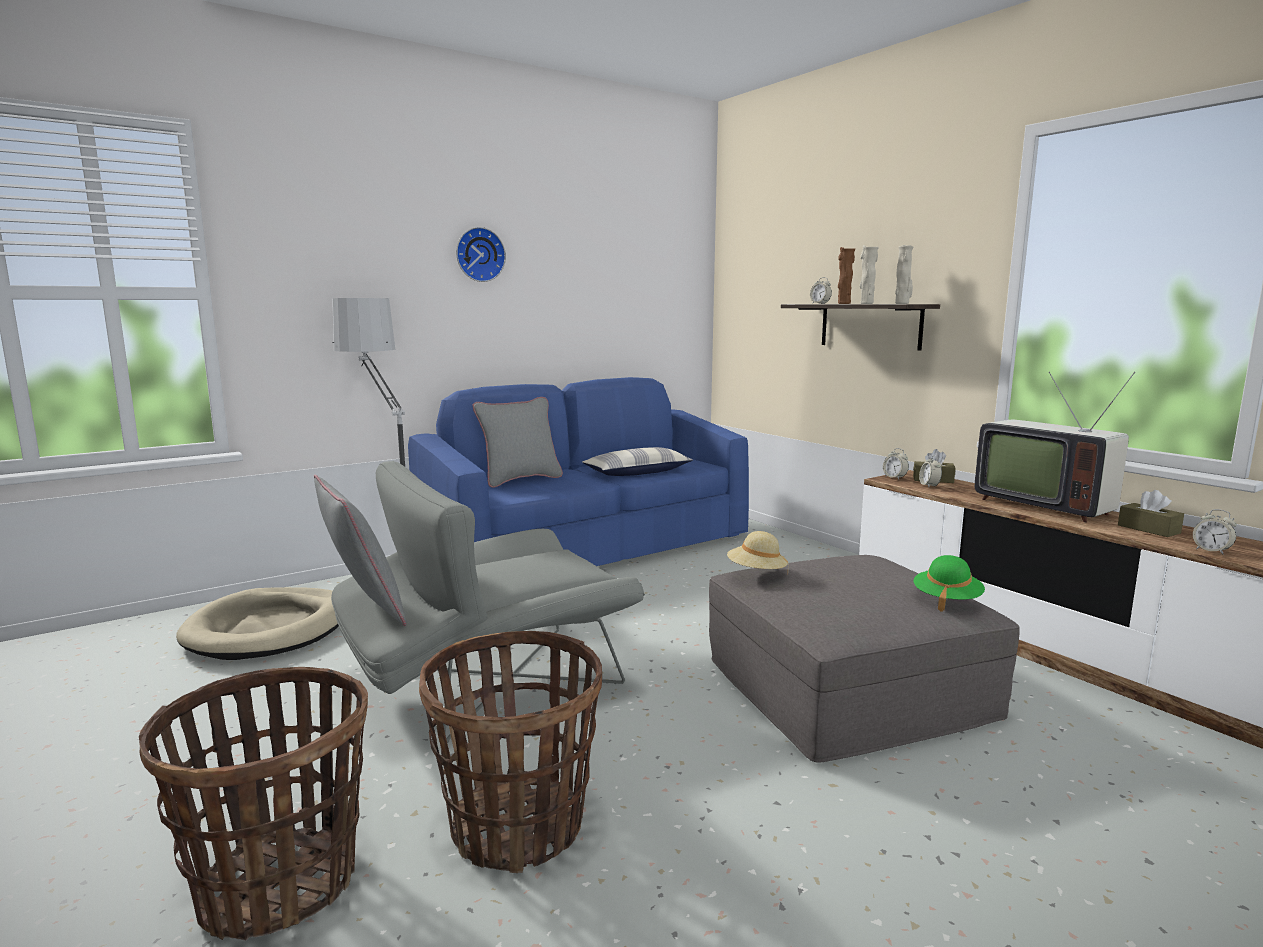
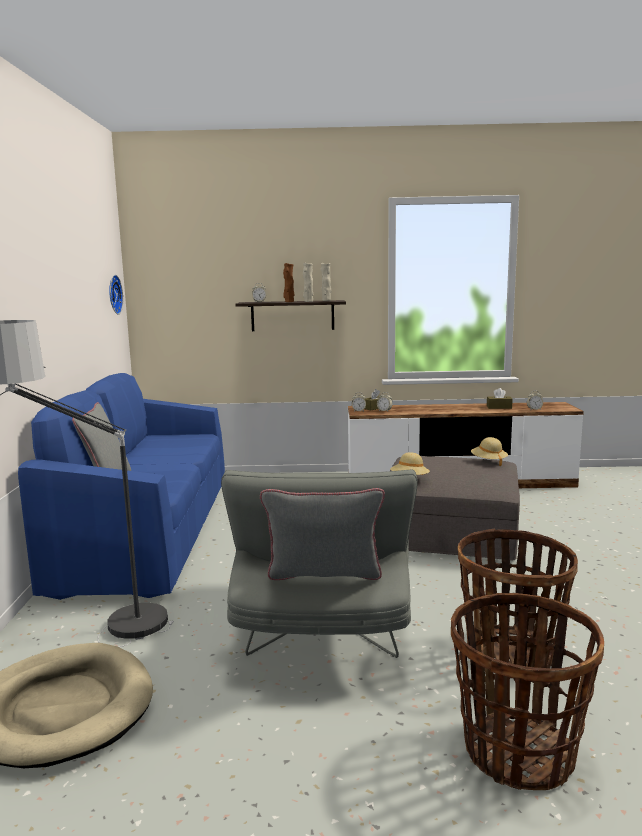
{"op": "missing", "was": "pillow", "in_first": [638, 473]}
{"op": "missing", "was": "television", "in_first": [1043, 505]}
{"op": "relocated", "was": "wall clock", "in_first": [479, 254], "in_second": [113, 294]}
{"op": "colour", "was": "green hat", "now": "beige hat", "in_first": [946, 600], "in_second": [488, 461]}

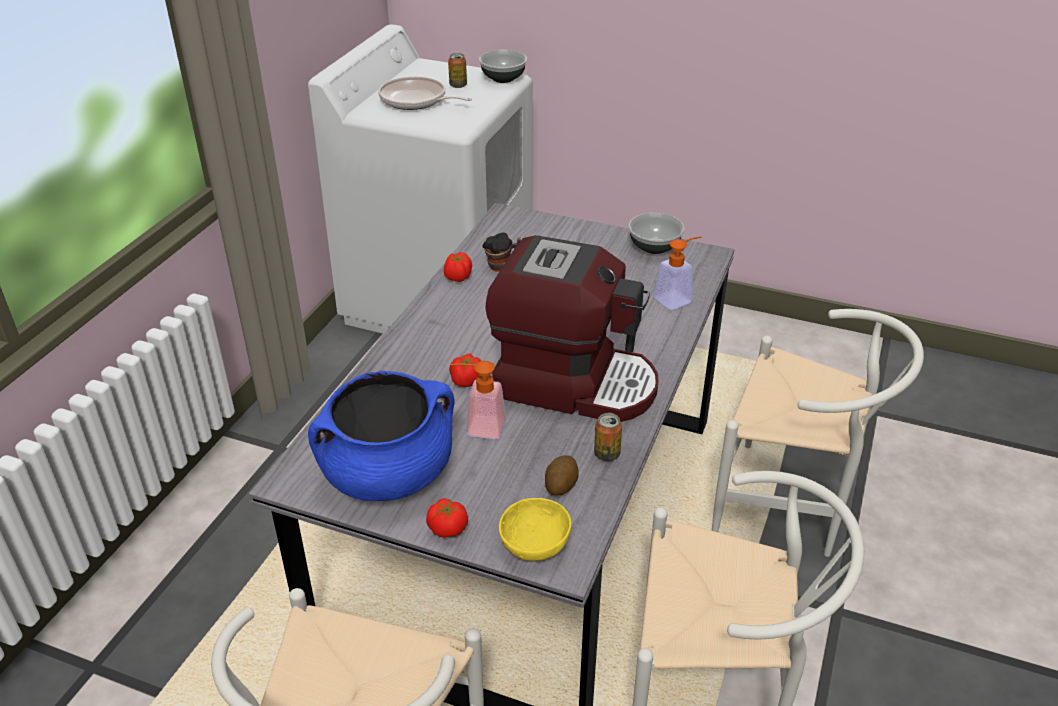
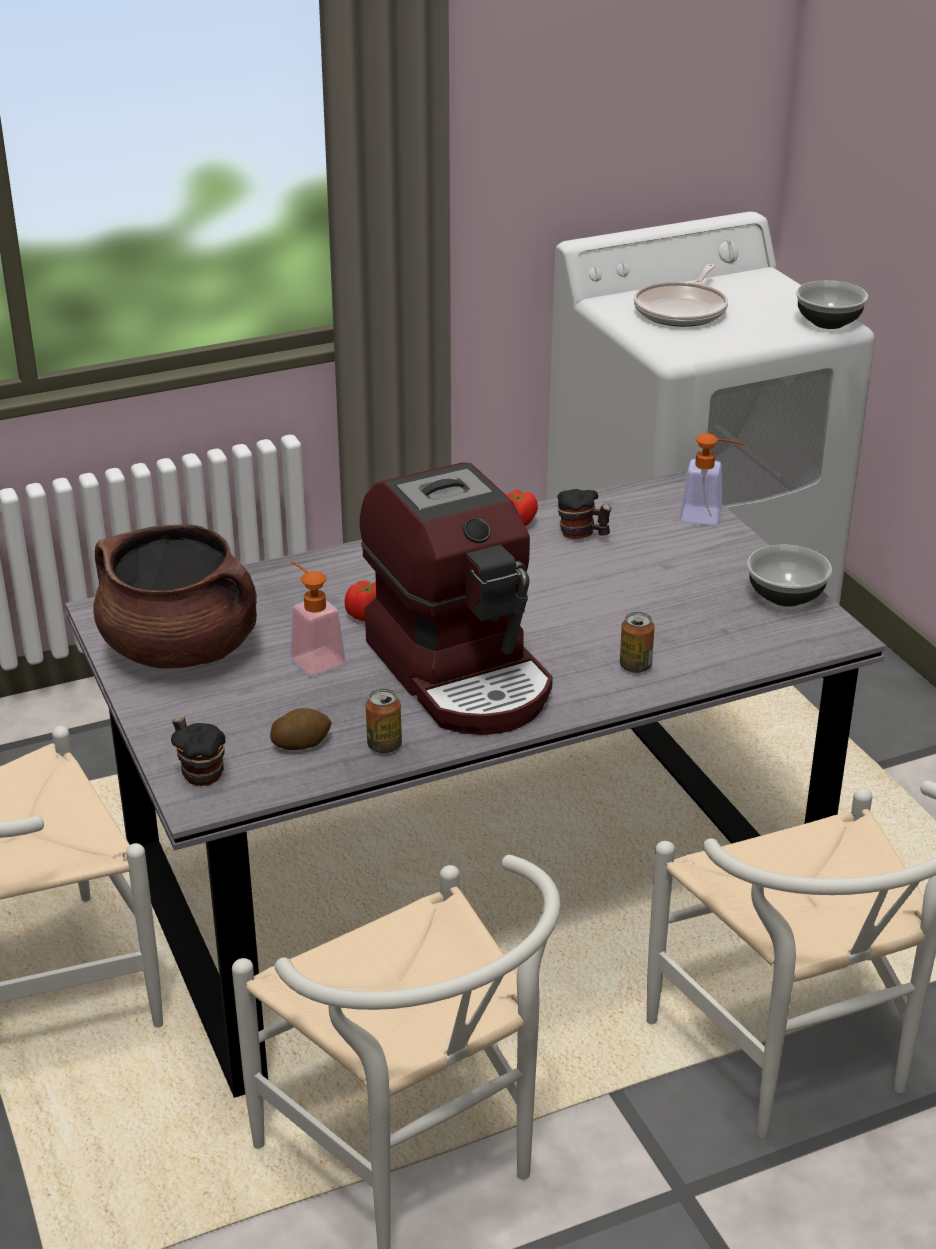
{"op": "missing", "was": "tomato", "in_first": [447, 529]}
{"op": "relocated", "was": "can", "in_first": [458, 85], "in_second": [635, 666]}
{"op": "relocated", "was": "soap dispenser", "in_first": [677, 298], "in_second": [709, 517]}
{"op": "exchanged", "was": "yellow bowl", "now": "mug", "in_first": [533, 545], "in_second": [199, 772]}
{"op": "colour", "was": "blue cooking pot", "now": "brown cooking pot", "in_first": [388, 474], "in_second": [182, 649]}
{"op": "spun", "was": "frying pan", "in_first": [416, 100], "in_second": [682, 310], "clockwise": -135}

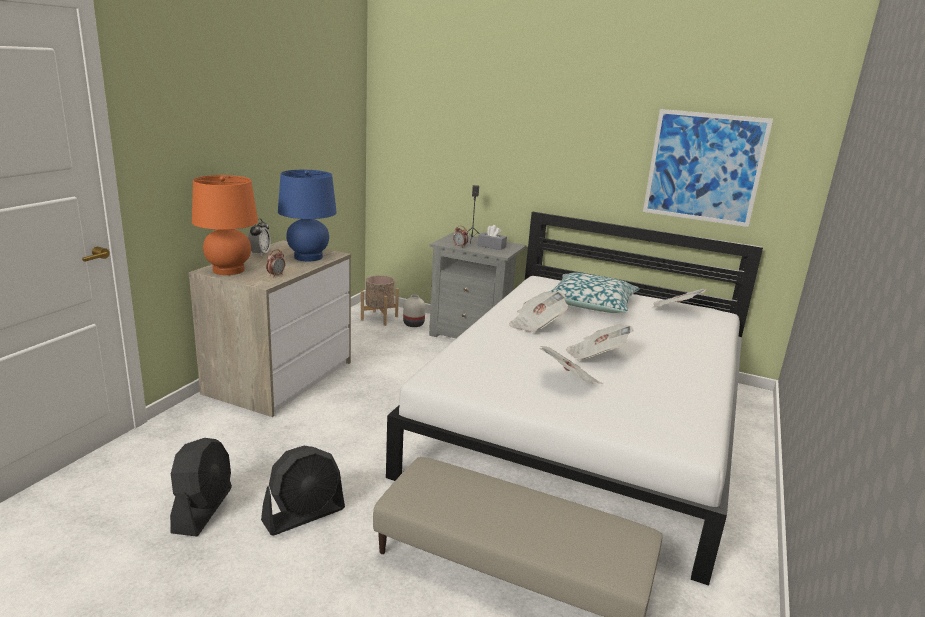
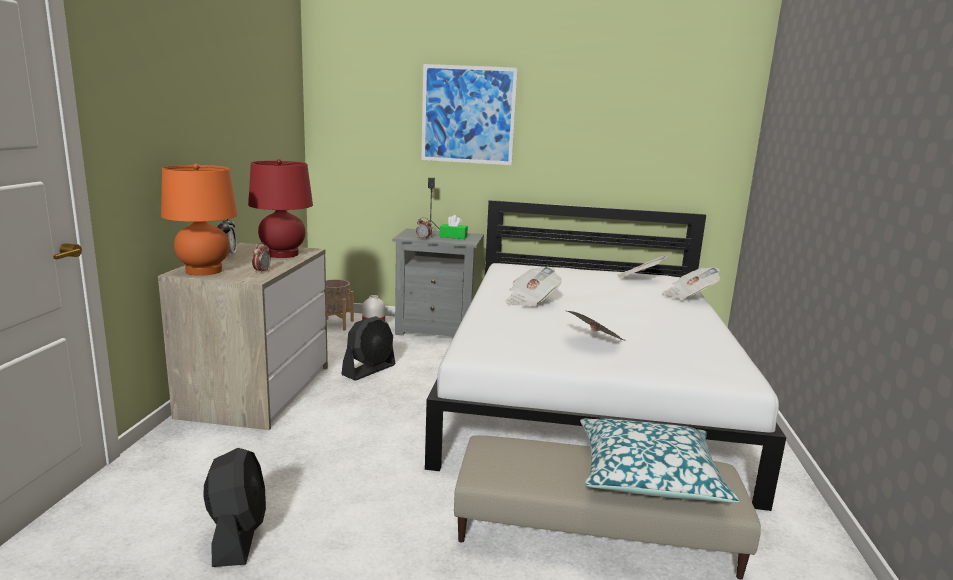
{"op": "relocated", "was": "black fan", "in_first": [304, 515], "in_second": [369, 370]}
{"op": "relocated", "was": "pillow", "in_first": [591, 303], "in_second": [648, 475]}
{"op": "relocated", "was": "newspaper", "in_first": [595, 356], "in_second": [689, 296]}
{"op": "relocated", "was": "picture", "in_first": [704, 167], "in_second": [468, 115]}
{"op": "colour", "was": "blue table lamp", "now": "red table lamp", "in_first": [308, 257], "in_second": [283, 254]}
{"op": "colour", "was": "grey tissue box", "now": "green tissue box", "in_first": [491, 246], "in_second": [453, 237]}

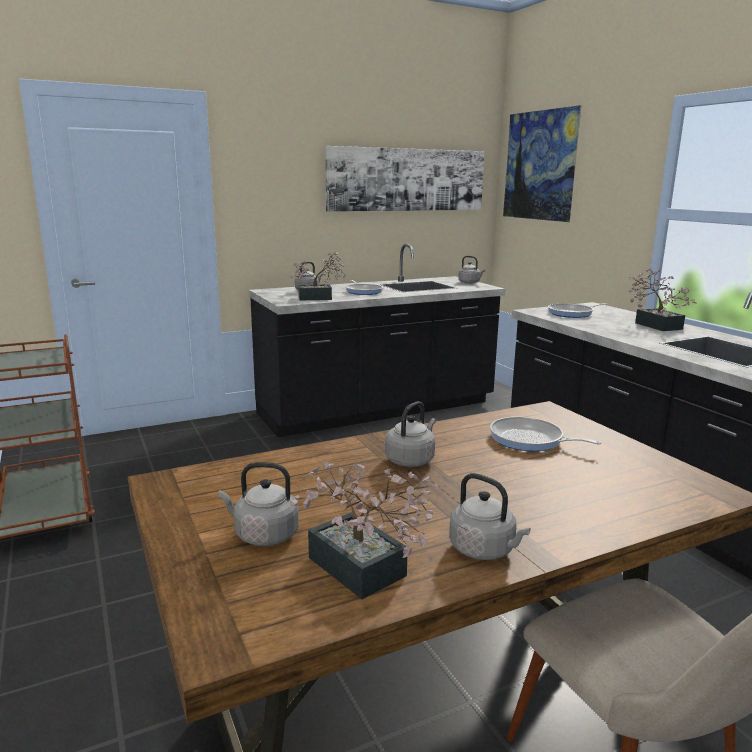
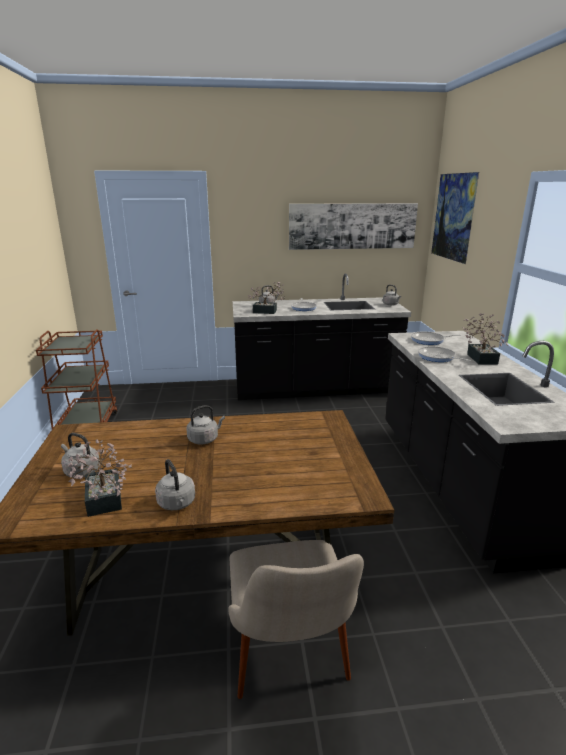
{"op": "relocated", "was": "frying pan", "in_first": [530, 440], "in_second": [438, 357]}

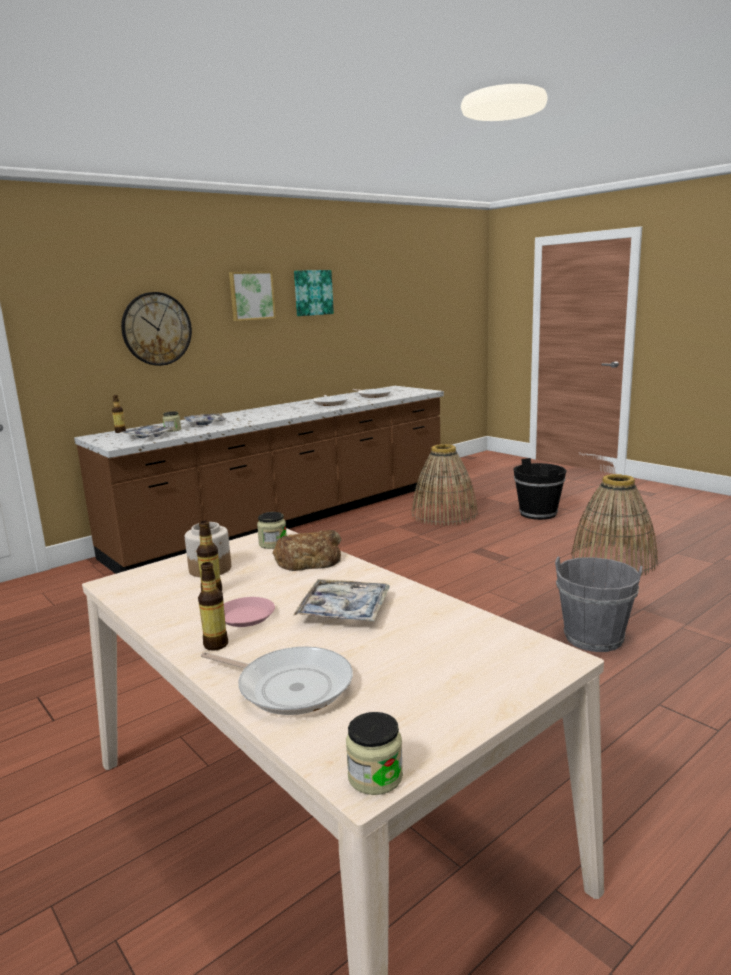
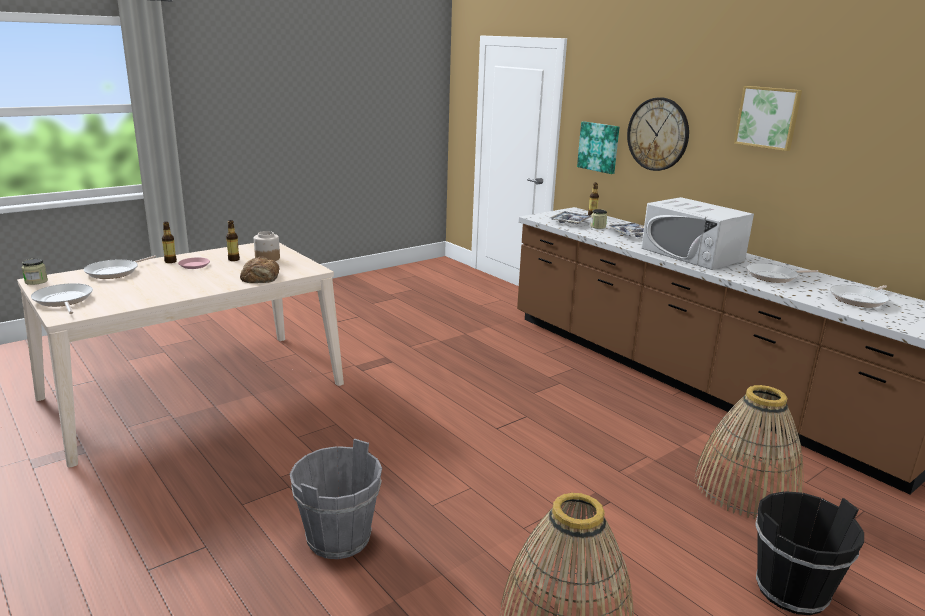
{"op": "missing", "was": "jar", "in_first": [273, 544]}
{"op": "missing", "was": "tray", "in_first": [344, 610]}
{"op": "appeared", "now": "frying pan", "in_second": [63, 300]}
{"op": "appeared", "now": "white microwave", "in_second": [692, 254]}
{"op": "relocated", "was": "picture", "in_first": [312, 292], "in_second": [599, 147]}

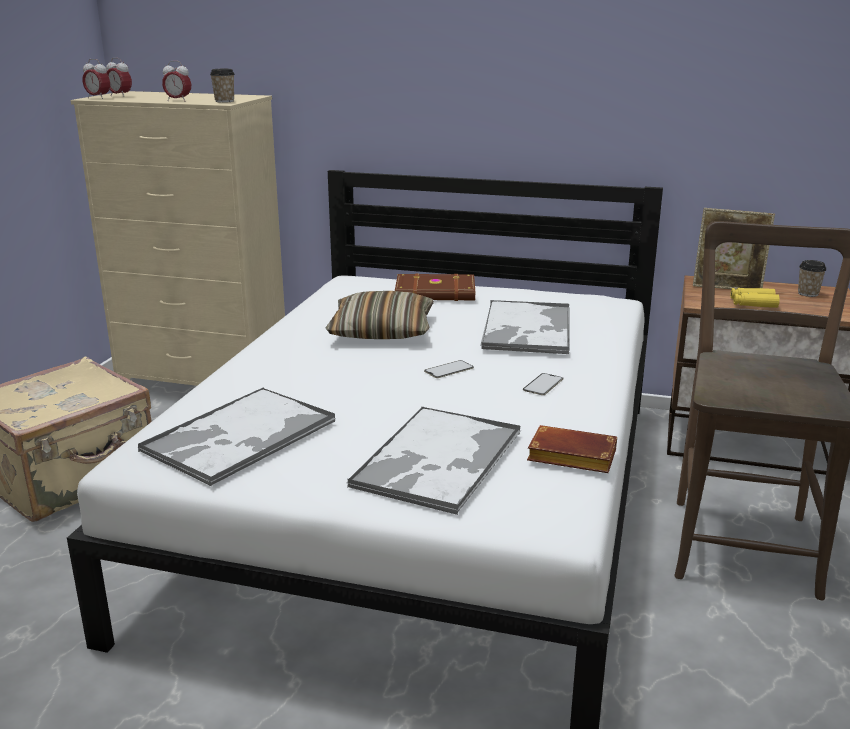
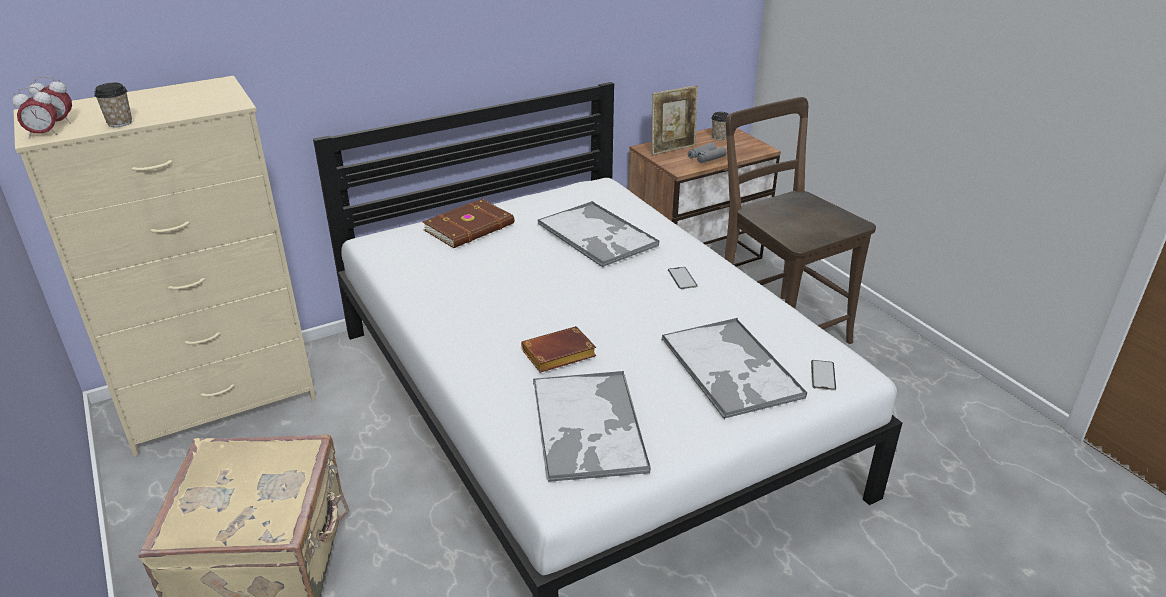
{"op": "missing", "was": "alarm clock", "in_first": [178, 101]}
{"op": "missing", "was": "pillow", "in_first": [382, 331]}
{"op": "relocated", "was": "cup", "in_first": [224, 101], "in_second": [120, 123]}
{"op": "relocated", "was": "phone", "in_first": [449, 369], "in_second": [823, 375]}
{"op": "relocated", "was": "brown book", "in_first": [569, 457], "in_second": [557, 356]}
{"op": "colour", "was": "yellow binoculars", "now": "grey binoculars", "in_first": [753, 303], "in_second": [706, 157]}

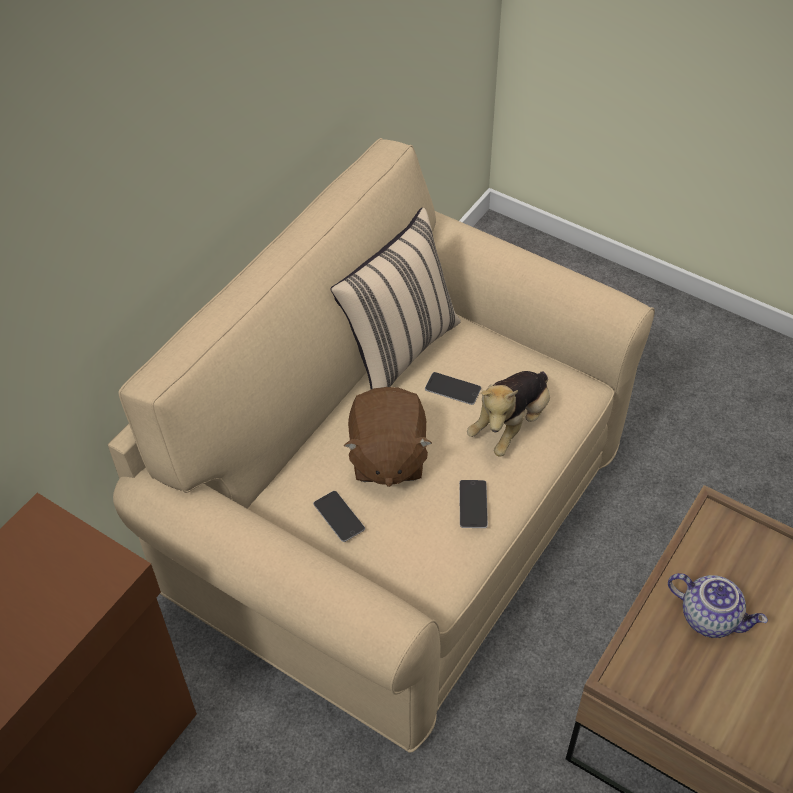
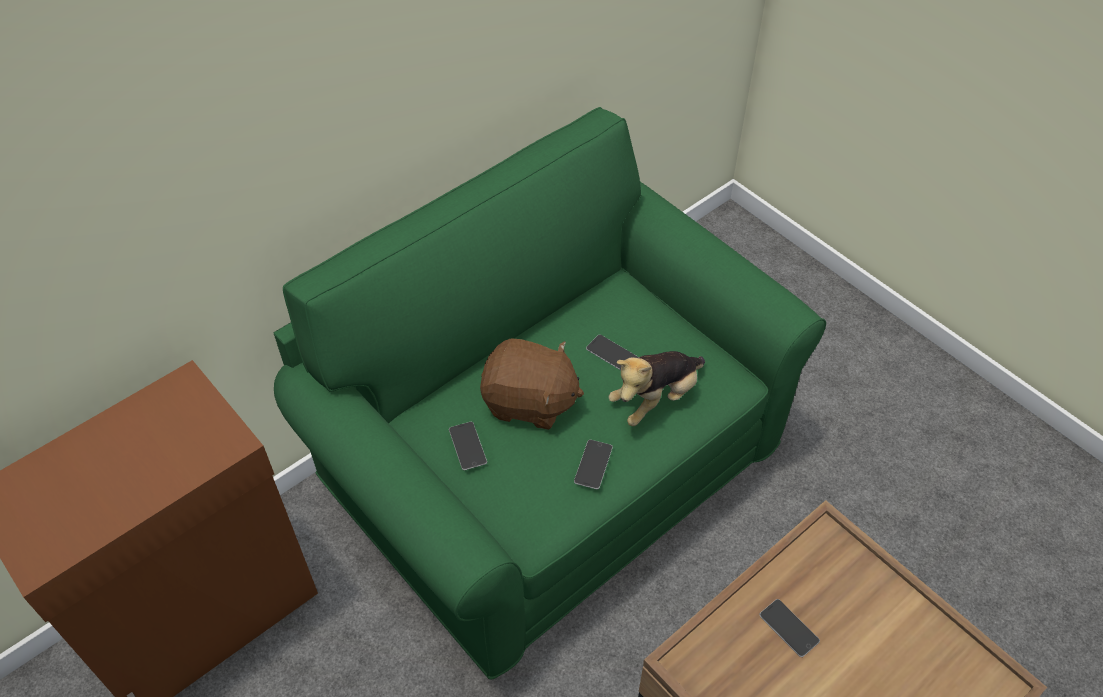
{"op": "missing", "was": "beige pillow", "in_first": [397, 350]}
{"op": "exchanged", "was": "teapot", "now": "phone", "in_first": [710, 616], "in_second": [789, 628]}
{"op": "colour", "was": "beige sofa", "now": "green sofa", "in_first": [399, 521], "in_second": [552, 466]}
{"op": "spun", "was": "brown plush toy", "in_first": [387, 457], "in_second": [529, 402], "clockwise": -90}

